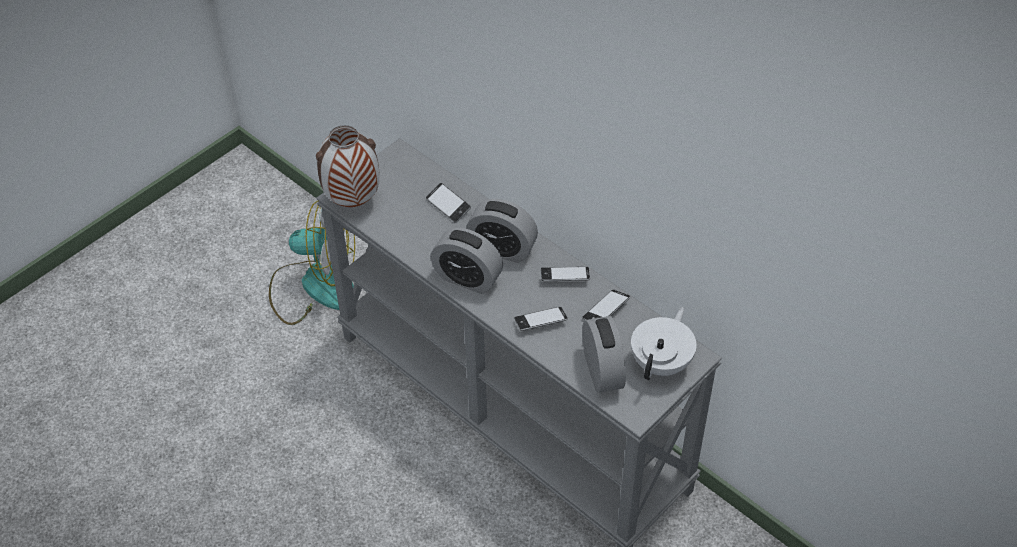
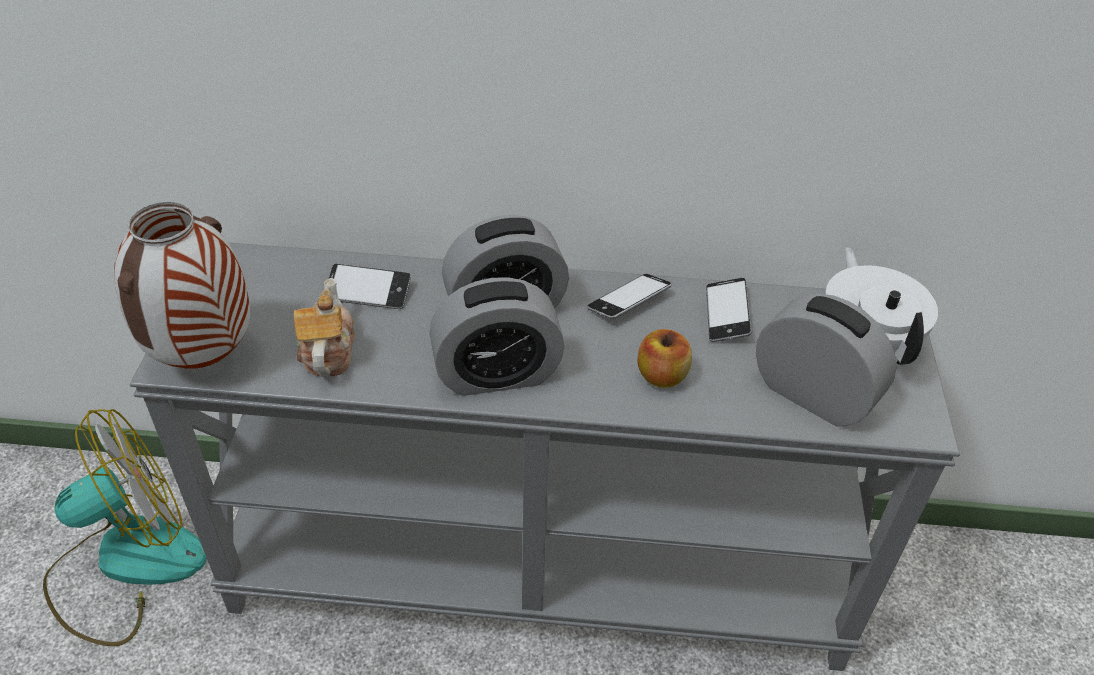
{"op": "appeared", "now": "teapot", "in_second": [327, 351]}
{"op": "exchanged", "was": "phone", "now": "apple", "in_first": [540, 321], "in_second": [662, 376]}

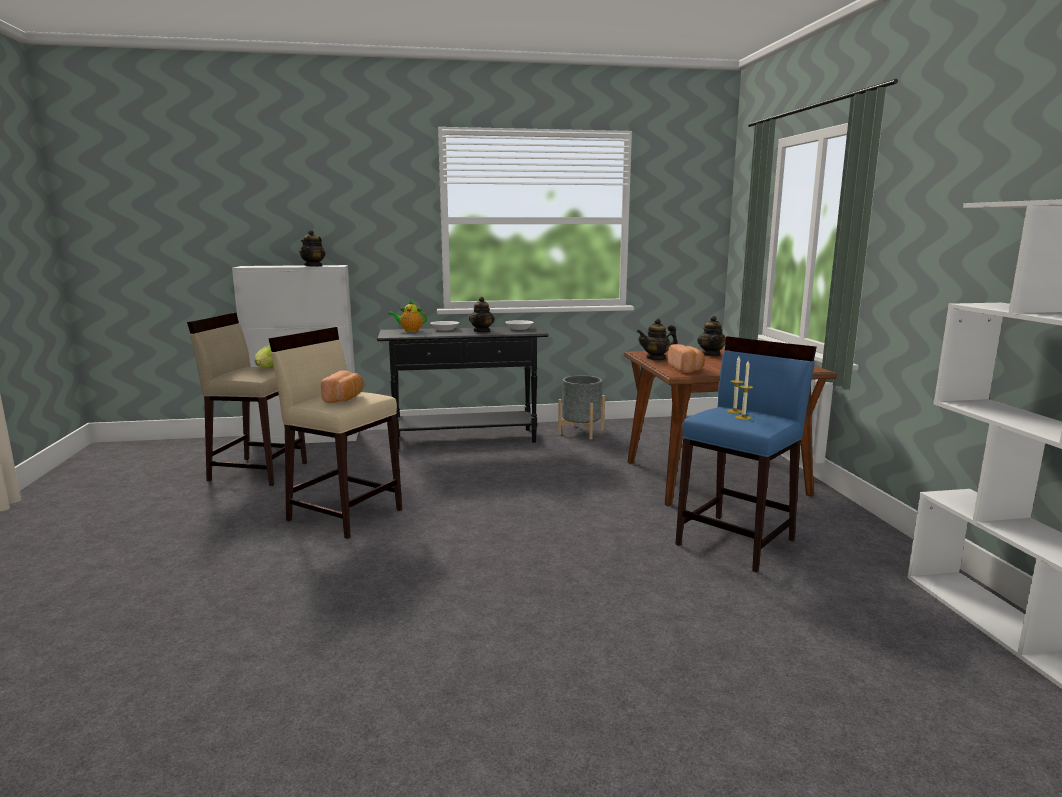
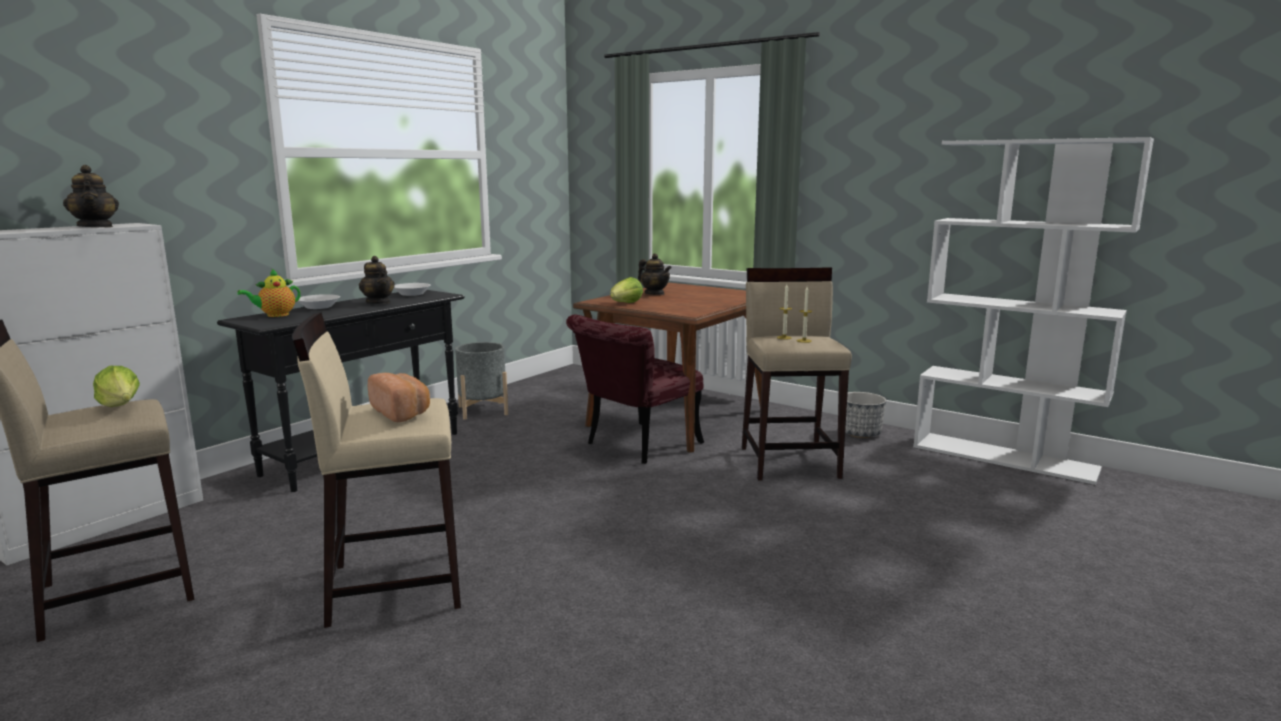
{"op": "missing", "was": "bread", "in_first": [686, 369]}
{"op": "appeared", "now": "red chair", "in_second": [635, 446]}
{"op": "appeared", "now": "planter", "in_second": [860, 433]}
{"op": "exchanged", "was": "teapot", "now": "lettuce", "in_first": [656, 358], "in_second": [625, 304]}
{"op": "colour", "was": "blue stool", "now": "beige stool", "in_first": [737, 542], "in_second": [790, 462]}

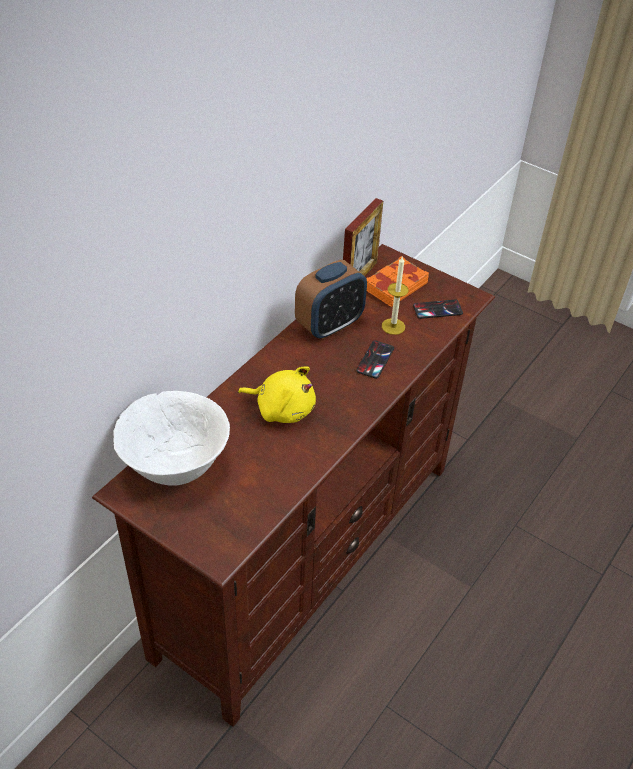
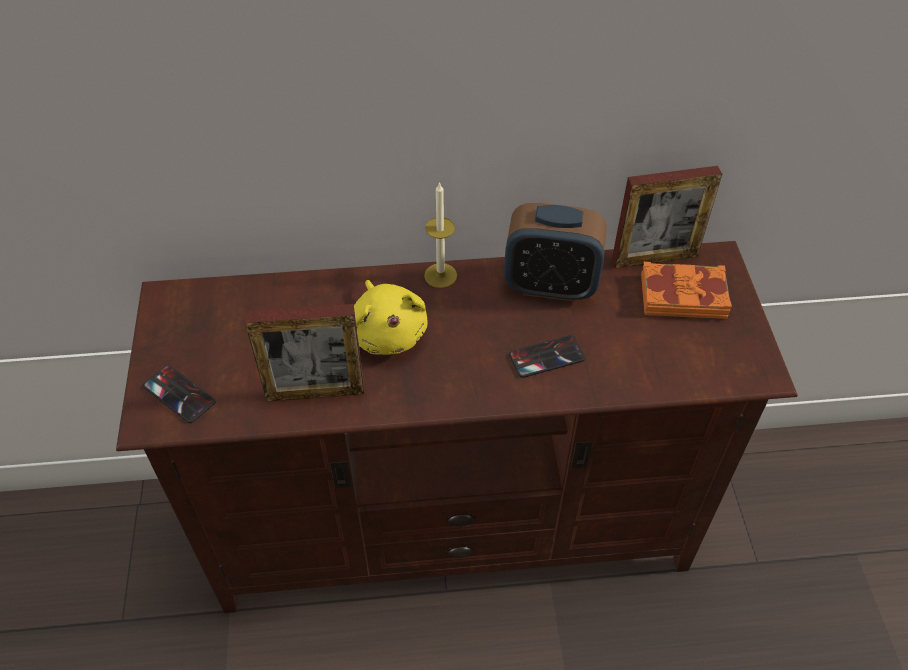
{"op": "missing", "was": "white bowl", "in_first": [175, 465]}
{"op": "appeared", "now": "picture frame", "in_second": [315, 392]}
{"op": "relocated", "was": "candle", "in_first": [393, 326], "in_second": [440, 275]}
{"op": "relocated", "was": "phone", "in_first": [437, 309], "in_second": [179, 394]}

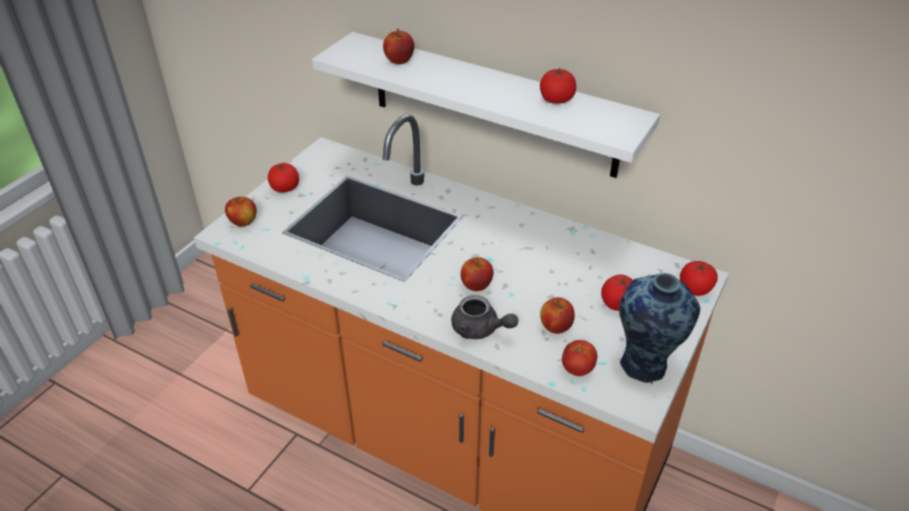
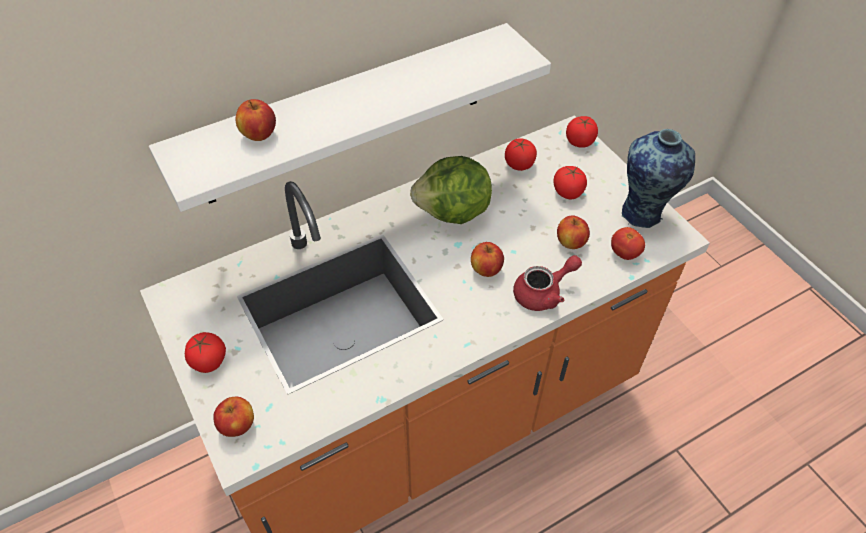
{"op": "appeared", "now": "lettuce", "in_second": [453, 213]}
{"op": "relocated", "was": "tomato", "in_first": [556, 100], "in_second": [519, 164]}
{"op": "colour", "was": "grey teapot", "now": "red teapot", "in_first": [480, 329], "in_second": [543, 293]}

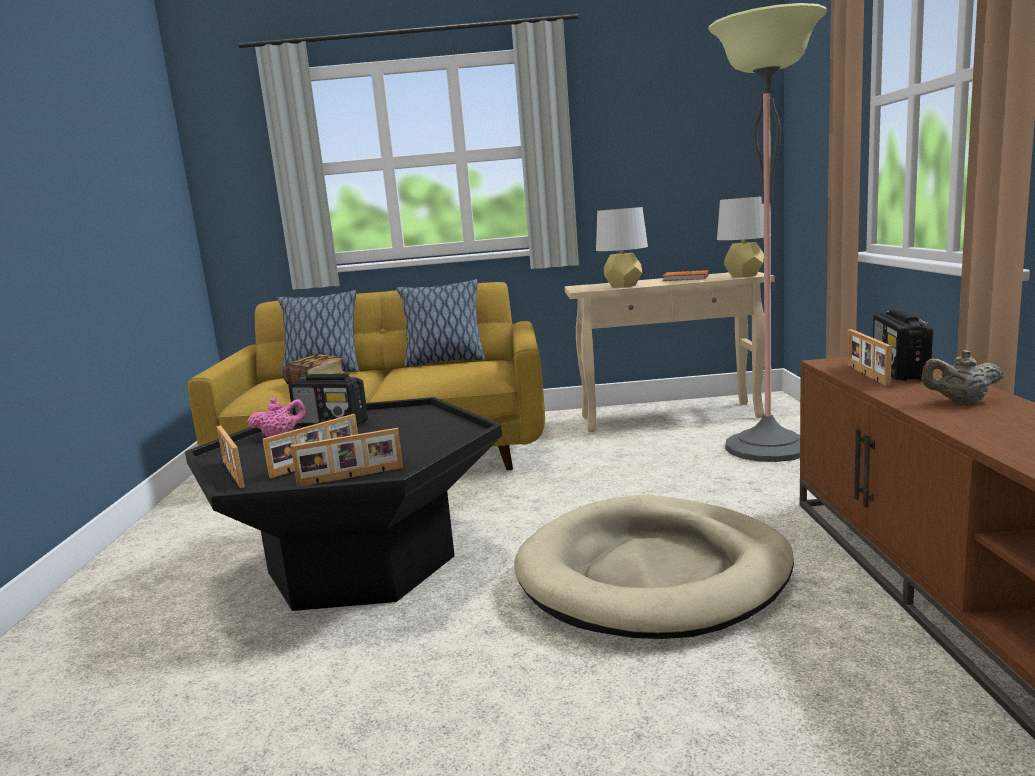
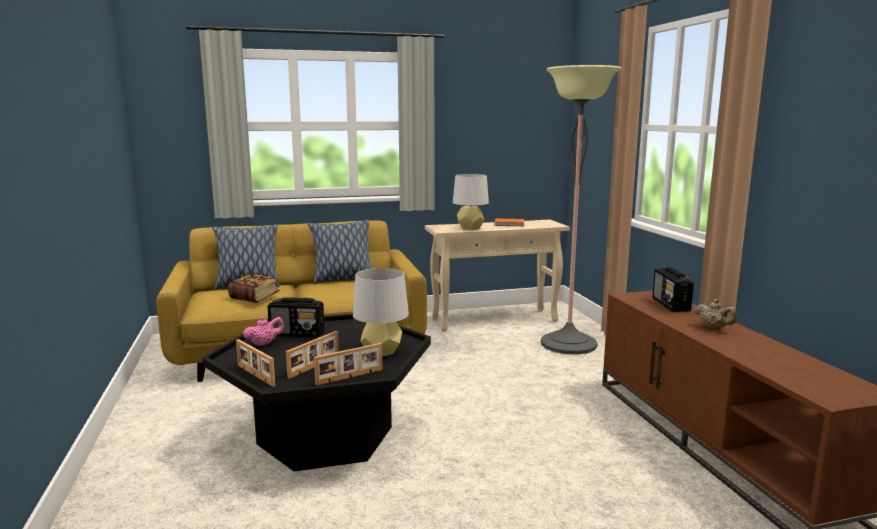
{"op": "missing", "was": "beige dog bed", "in_first": [653, 574]}
{"op": "missing", "was": "picture frame", "in_first": [865, 375]}
{"op": "relocated", "was": "grey table lamp", "in_first": [744, 275], "in_second": [381, 352]}
{"op": "spun", "was": "beige teapot", "in_first": [960, 402], "in_second": [713, 328], "clockwise": -120}

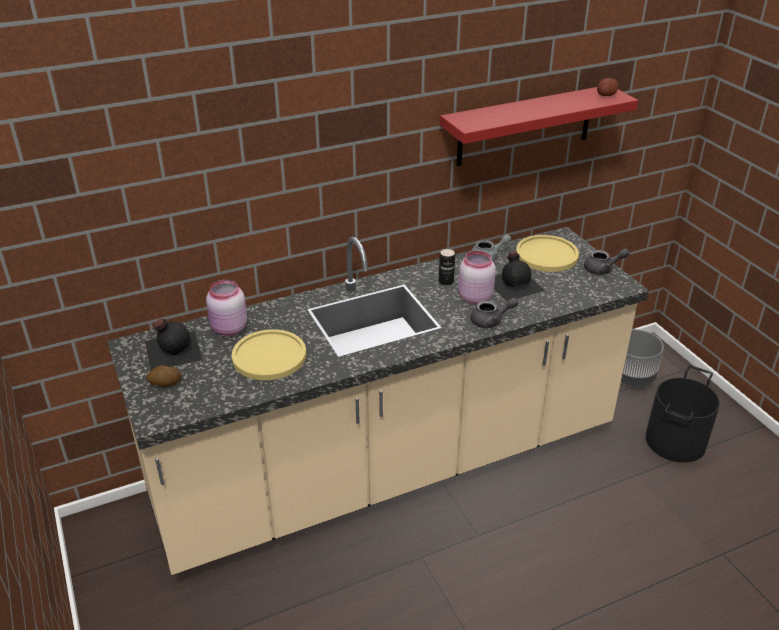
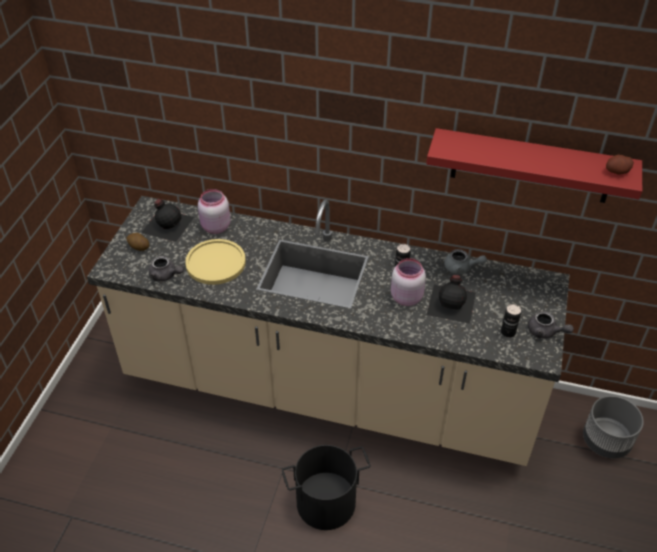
{"op": "missing", "was": "yellow plate", "in_first": [546, 255]}
{"op": "appeared", "now": "can", "in_second": [508, 332]}
{"op": "relocated", "was": "grey teapot", "in_first": [491, 321], "in_second": [166, 275]}
{"op": "relocated", "was": "black bucket", "in_first": [676, 441], "in_second": [326, 503]}

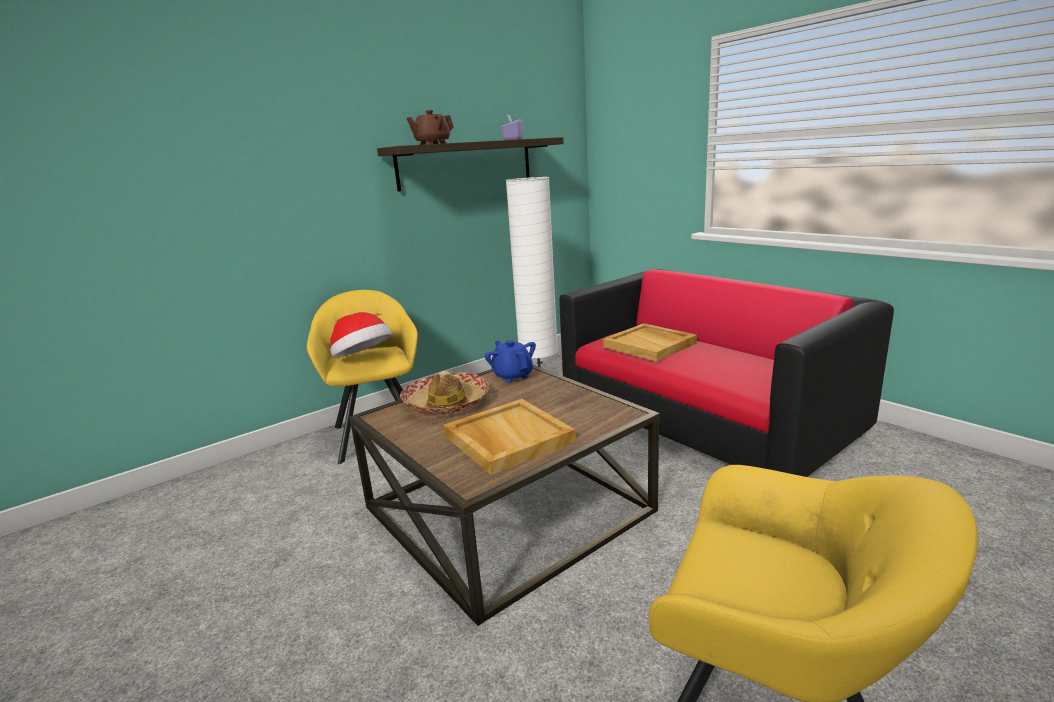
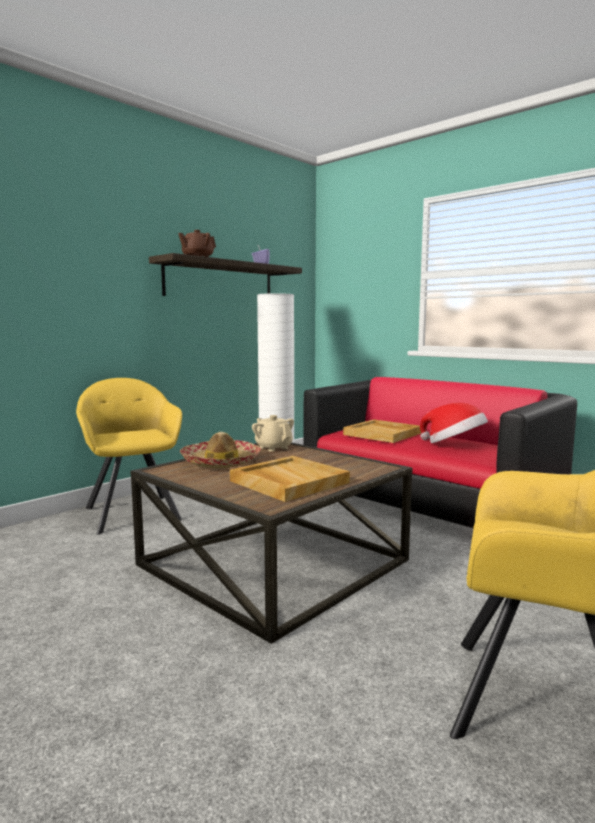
{"op": "relocated", "was": "hat", "in_first": [362, 358], "in_second": [454, 445]}
{"op": "colour", "was": "blue teapot", "now": "beige teapot", "in_first": [512, 376], "in_second": [273, 448]}

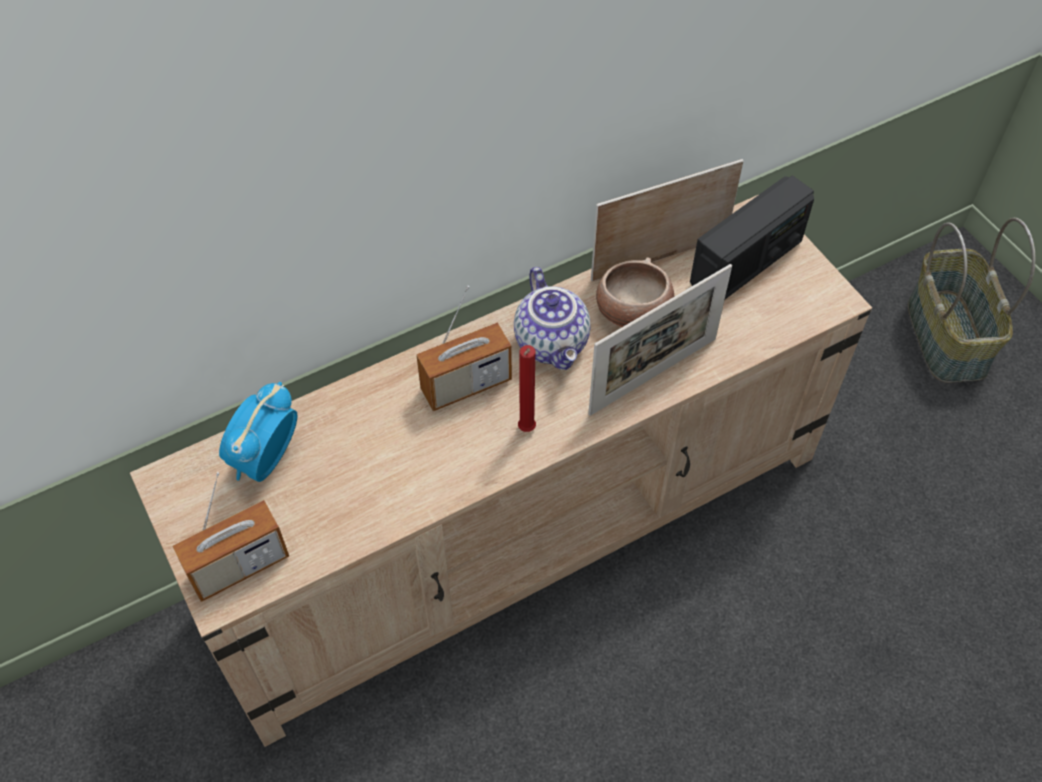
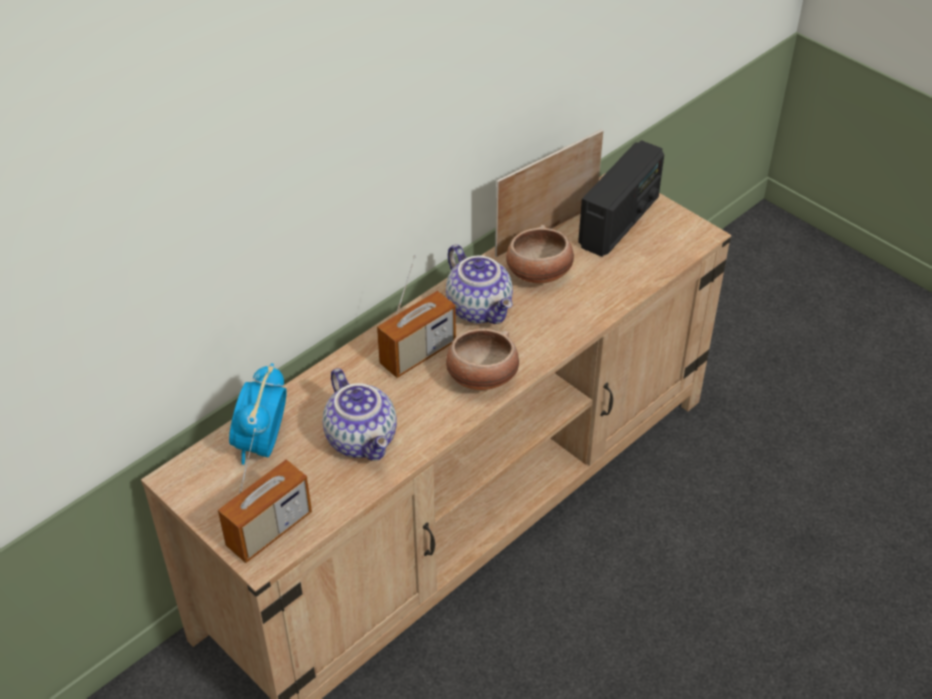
{"op": "missing", "was": "picture frame", "in_first": [653, 376]}
{"op": "missing", "was": "basket", "in_first": [948, 337]}
{"op": "appeared", "now": "teapot", "in_second": [363, 439]}
{"op": "exchanged", "was": "red candle", "now": "bowl", "in_first": [526, 431], "in_second": [481, 377]}

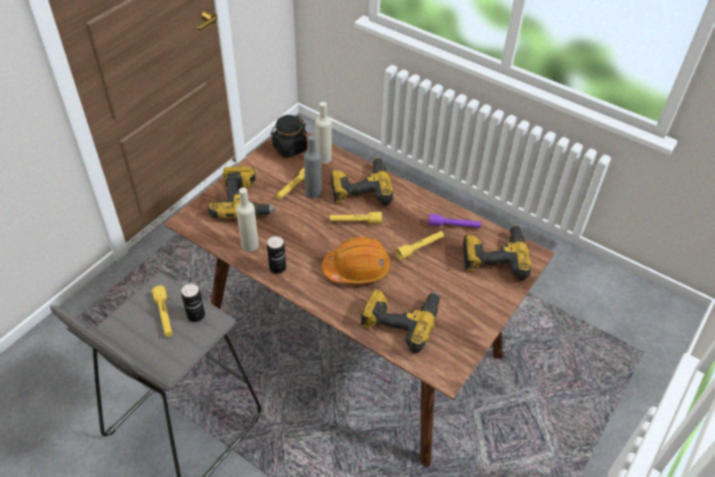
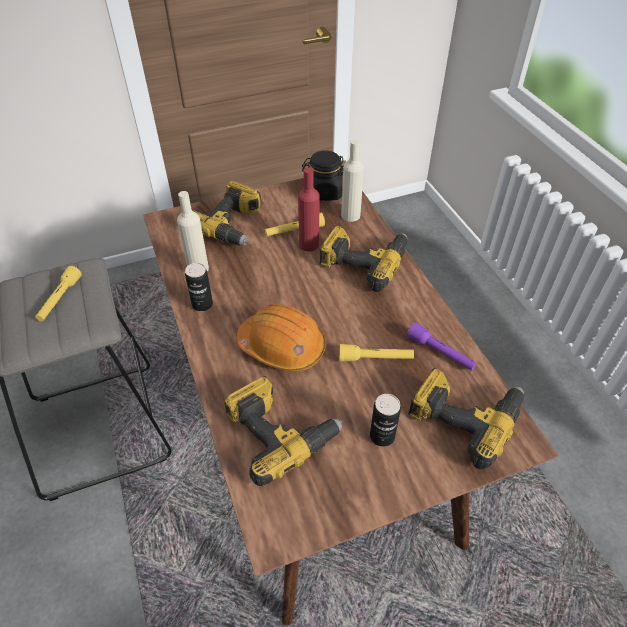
{"op": "missing", "was": "yellow flashlight", "in_first": [355, 222]}
{"op": "relocated", "was": "can", "in_first": [196, 315], "in_second": [382, 436]}
{"op": "colour", "was": "grey bottle", "now": "red bottle", "in_first": [313, 192], "in_second": [309, 244]}

